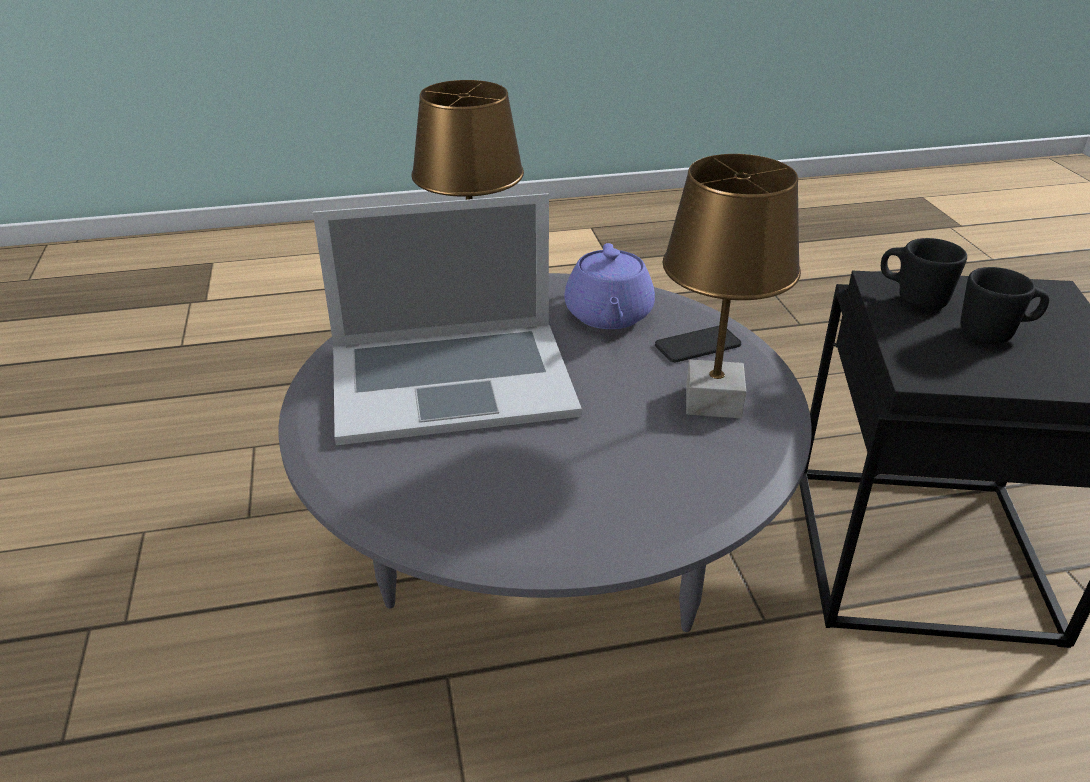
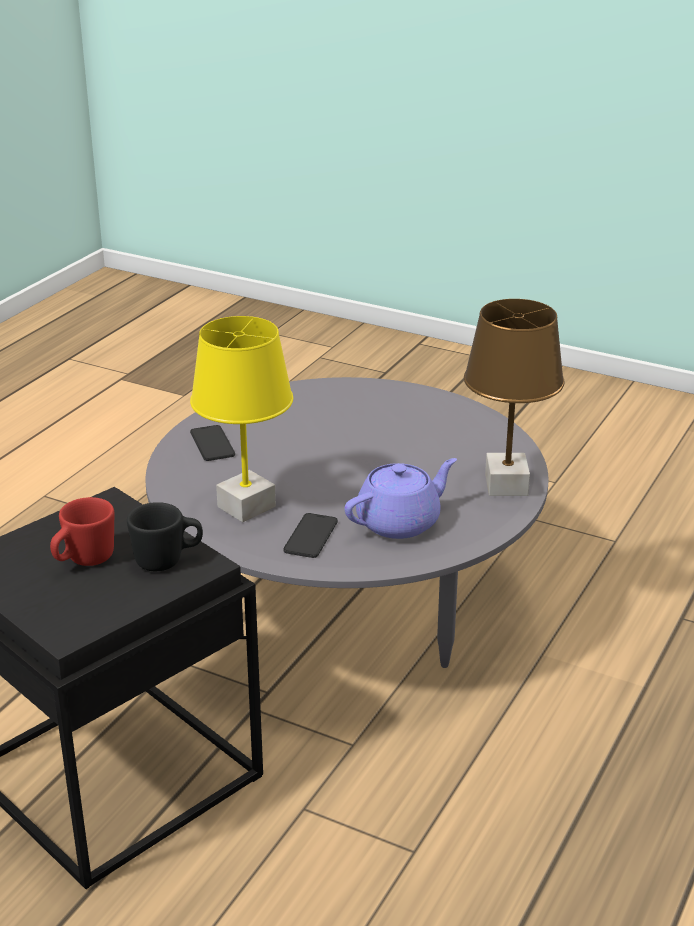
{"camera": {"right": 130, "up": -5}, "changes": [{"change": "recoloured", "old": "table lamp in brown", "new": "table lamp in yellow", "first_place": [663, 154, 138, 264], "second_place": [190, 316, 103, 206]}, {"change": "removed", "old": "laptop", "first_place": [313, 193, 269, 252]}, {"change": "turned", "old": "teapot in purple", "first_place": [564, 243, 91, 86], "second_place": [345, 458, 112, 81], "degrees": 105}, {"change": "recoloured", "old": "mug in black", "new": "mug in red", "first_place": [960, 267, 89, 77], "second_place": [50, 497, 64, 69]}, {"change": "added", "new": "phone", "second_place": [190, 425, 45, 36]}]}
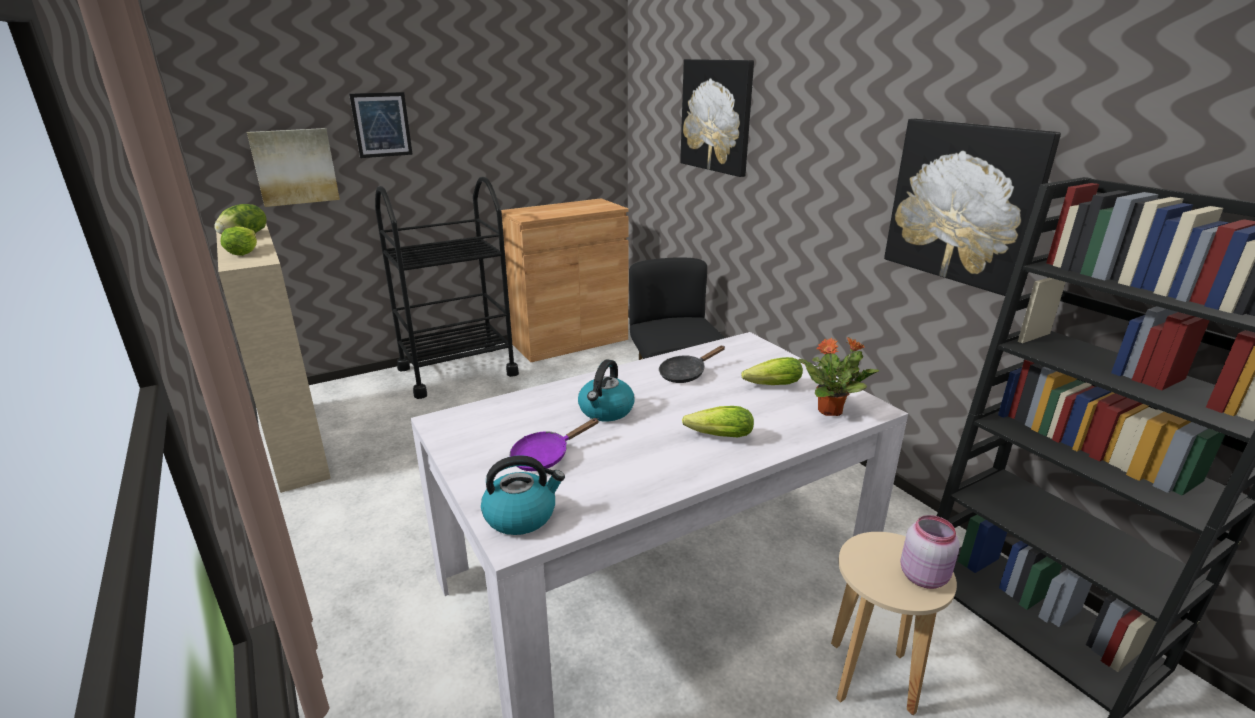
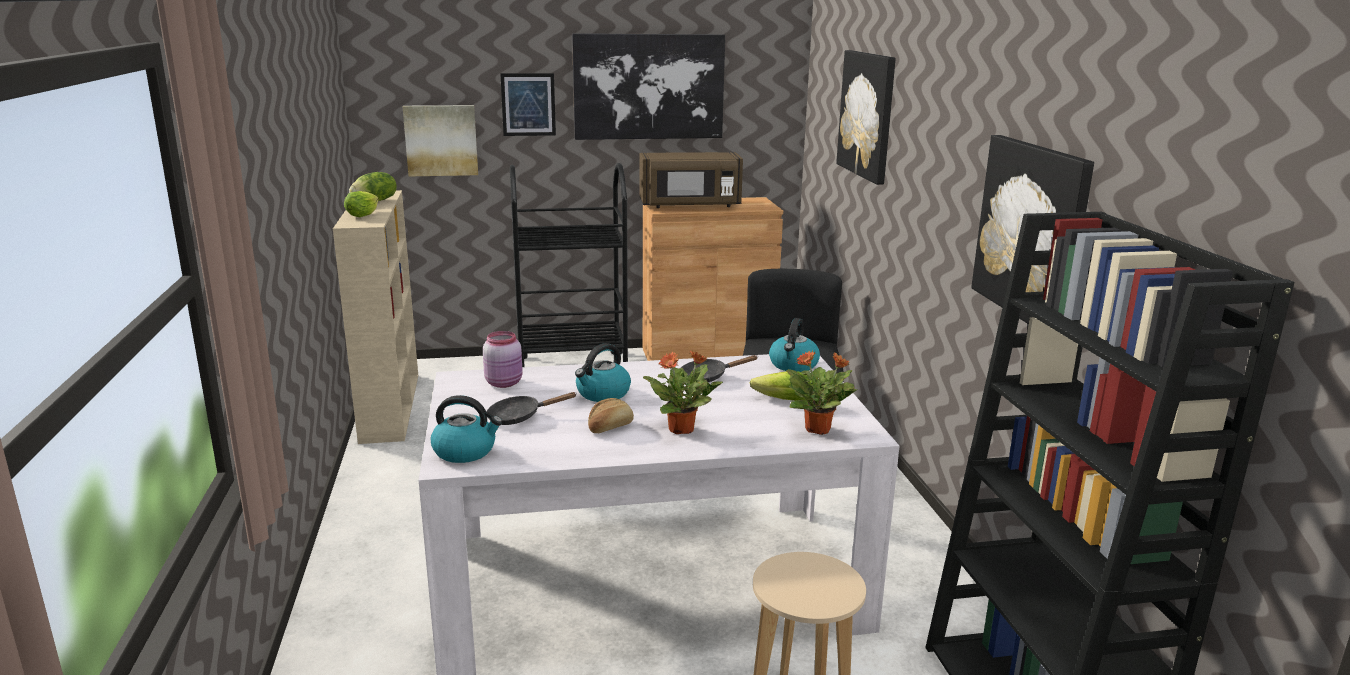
{"camera": {"right": 20, "up": -5}, "changes": [{"change": "replaced", "old": "lettuce", "new": "potted plant", "first_place": [682, 406, 72, 32], "second_place": [643, 350, 80, 84]}, {"change": "recoloured", "old": "frying pan in purple", "new": "frying pan in black", "first_place": [510, 418, 89, 53], "second_place": [486, 392, 90, 33]}, {"change": "moved", "old": "jar in pink", "first_place": [900, 515, 60, 74], "second_place": [483, 331, 40, 57]}, {"change": "added", "new": "picture", "second_place": [572, 33, 153, 107]}, {"change": "added", "new": "microwave in brown", "second_place": [640, 152, 103, 56]}, {"change": "added", "new": "kettle", "second_place": [769, 318, 51, 54]}, {"change": "added", "new": "bread", "second_place": [588, 398, 46, 35]}]}
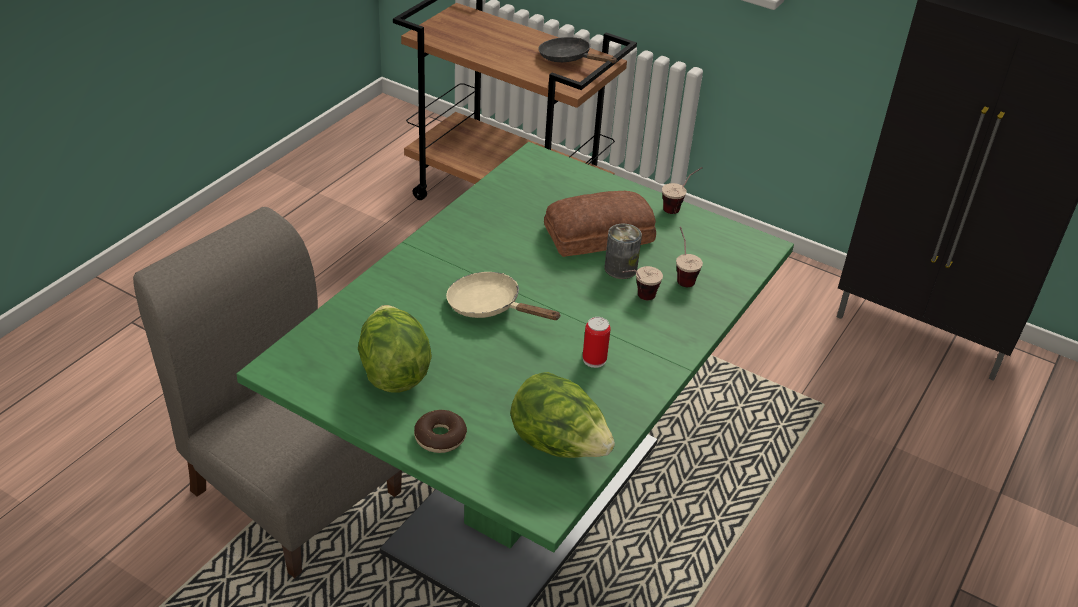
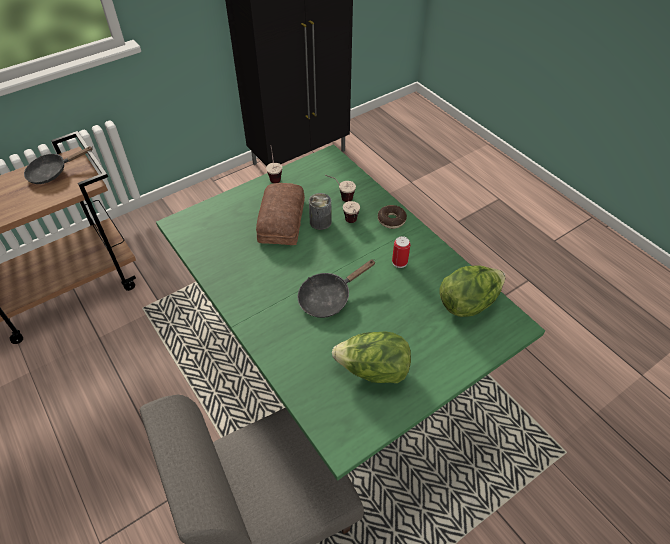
{"camera": {"right": -65, "up": 10}, "changes": [{"change": "recoloured", "old": "frying pan in beige", "new": "frying pan in black", "first_place": [446, 272, 115, 48], "second_place": [298, 259, 78, 59]}, {"change": "moved", "old": "donut", "first_place": [414, 410, 53, 43], "second_place": [378, 205, 29, 24]}]}
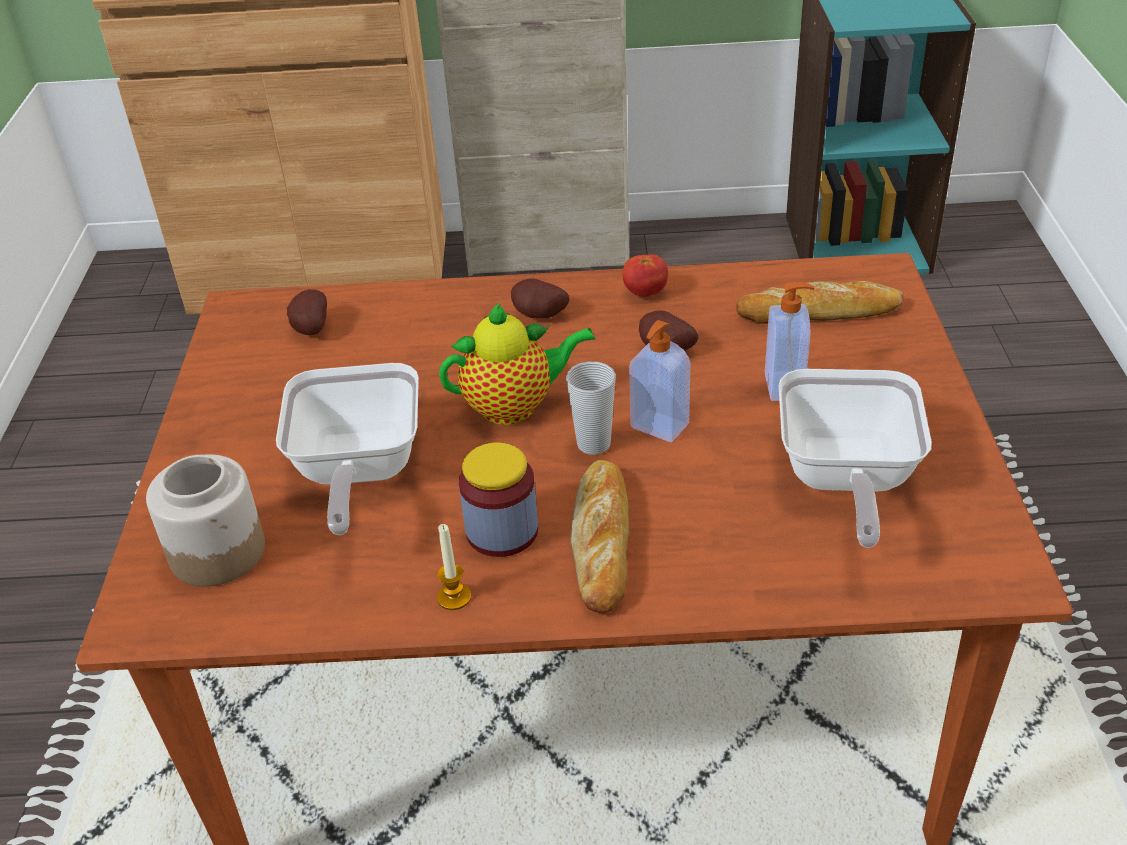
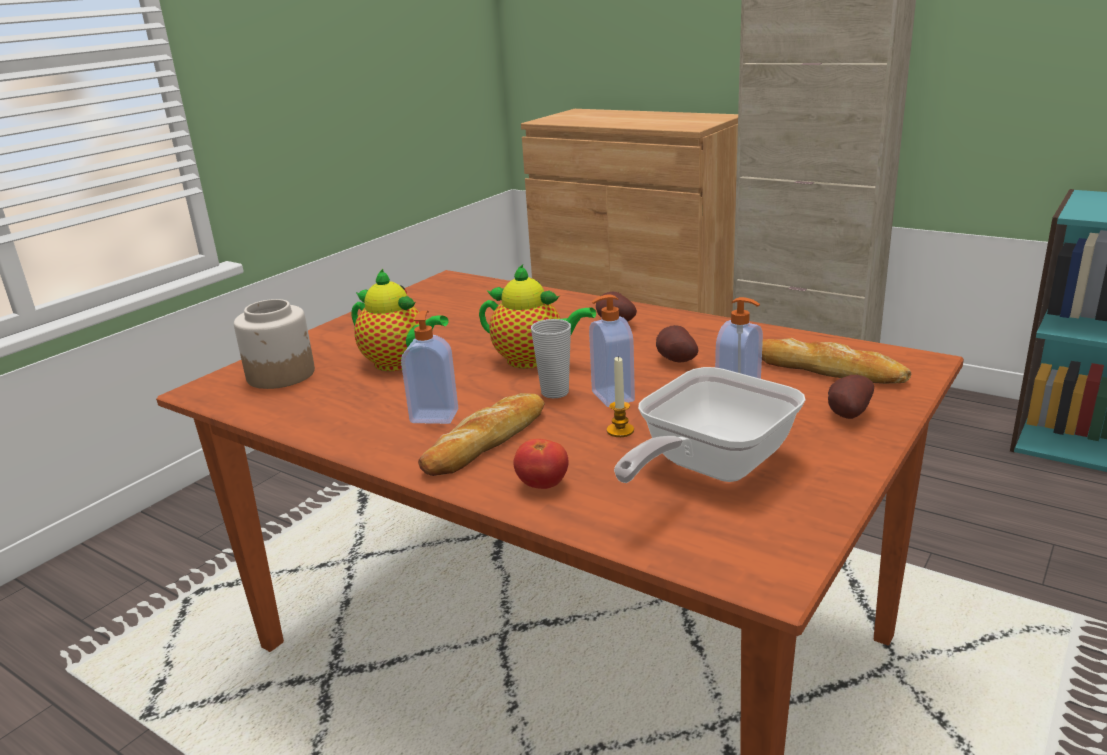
{"camera": {"right": 35, "up": -15}, "changes": [{"change": "moved", "old": "tomato", "first_place": [623, 254, 45, 43], "second_place": [514, 439, 55, 50]}, {"change": "moved", "old": "potato", "first_place": [287, 289, 40, 46], "second_place": [828, 375, 46, 44]}, {"change": "replaced", "old": "frying pan", "new": "teapot", "first_place": [276, 363, 143, 172], "second_place": [351, 269, 98, 102]}, {"change": "replaced", "old": "jar", "new": "soap dispenser", "first_place": [459, 442, 79, 115], "second_place": [401, 311, 57, 113]}, {"change": "moved", "old": "candle", "first_place": [437, 524, 34, 86], "second_place": [607, 356, 27, 81]}]}
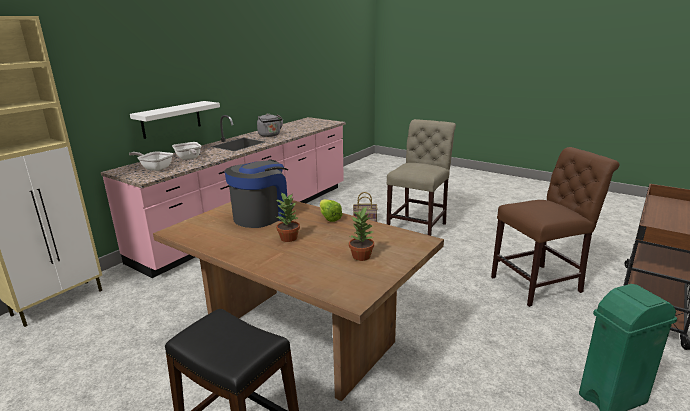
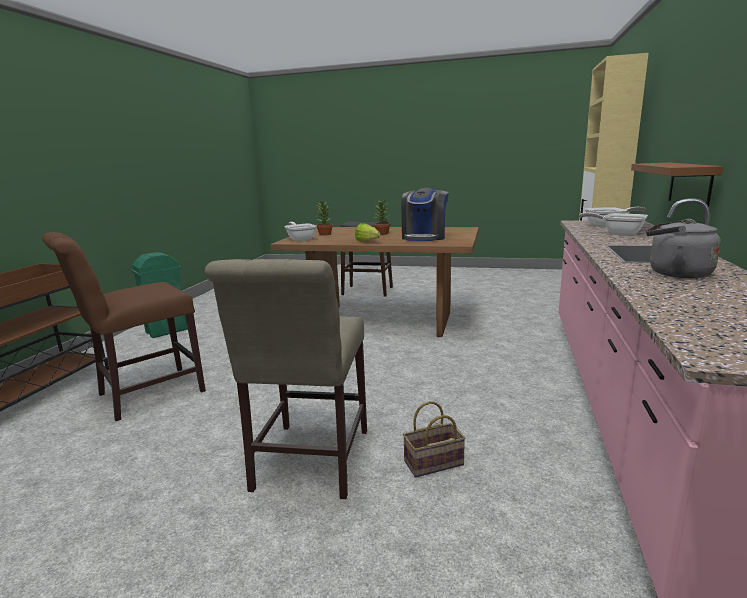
{"camera": {"right": 160, "up": -5}, "changes": [{"change": "recoloured", "old": "shelf in white", "new": "shelf in brown", "first_place": [130, 101, 90, 38], "second_place": [631, 163, 92, 44]}, {"change": "added", "new": "frying pan", "second_place": [284, 222, 33, 20]}]}
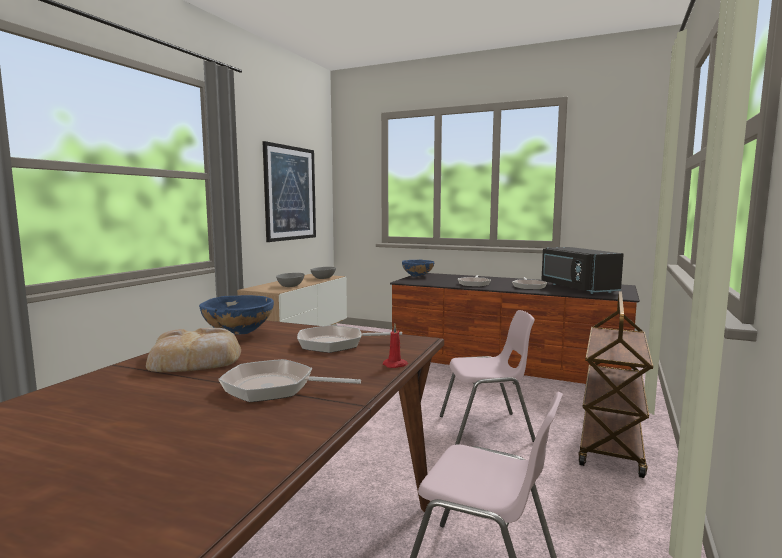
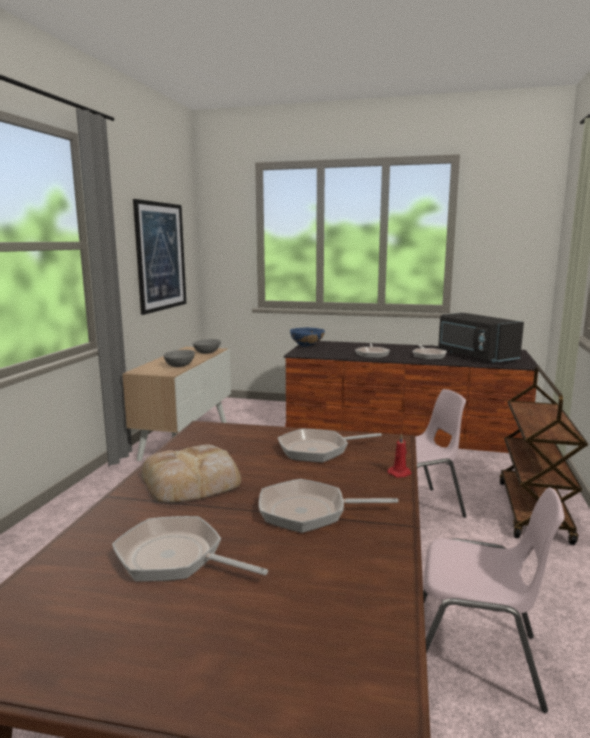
{"camera": {"right": -10, "up": 5}, "changes": [{"change": "removed", "old": "bowl in blue", "first_place": [199, 295, 75, 40]}, {"change": "added", "new": "frying pan", "second_place": [112, 516, 156, 66]}]}
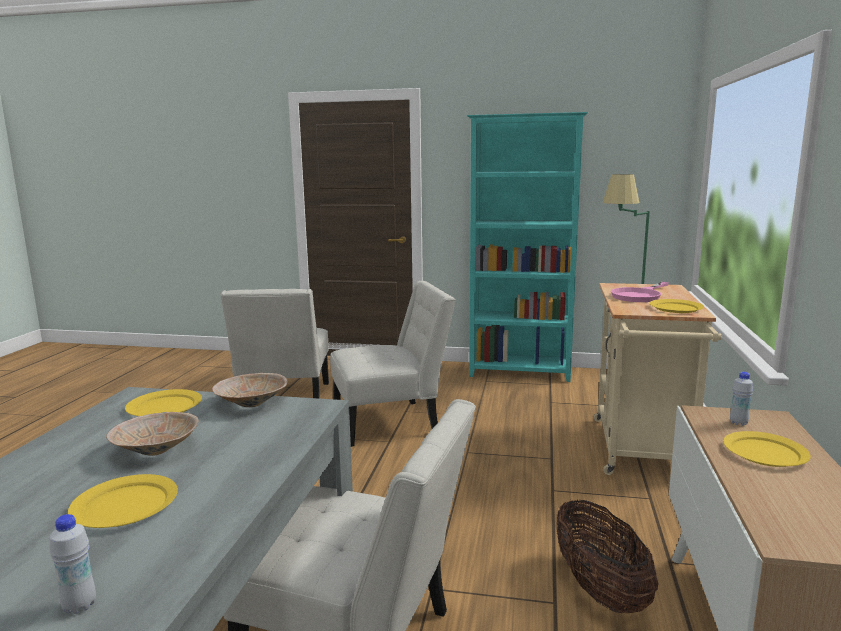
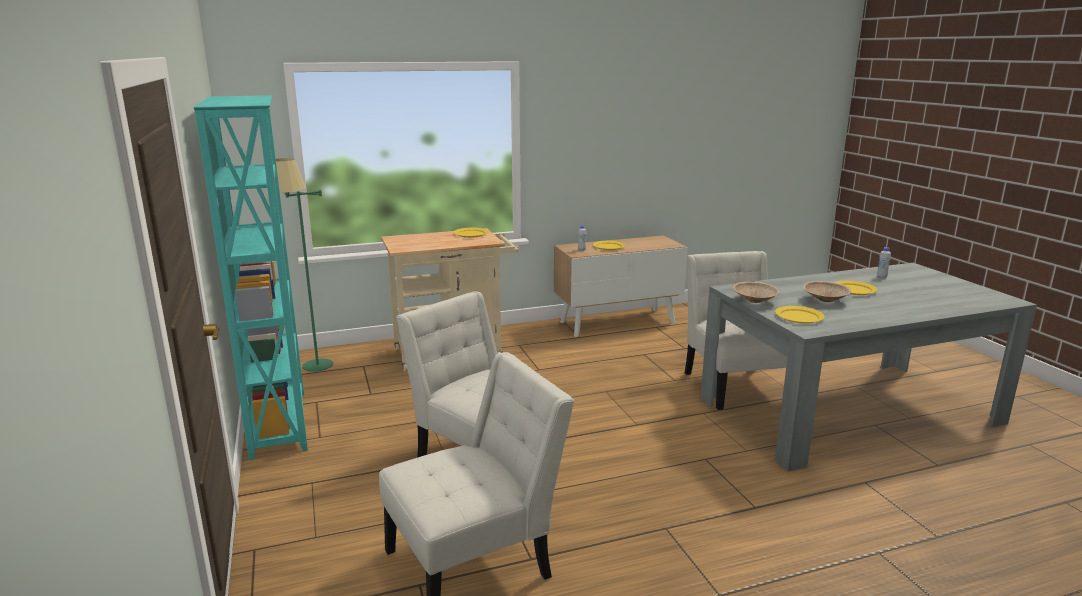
{"camera": {"right": -120, "up": 5}, "changes": [{"change": "removed", "old": "frying pan in pink", "first_place": [611, 282, 58, 20]}, {"change": "removed", "old": "basket", "first_place": [557, 499, 102, 114]}]}
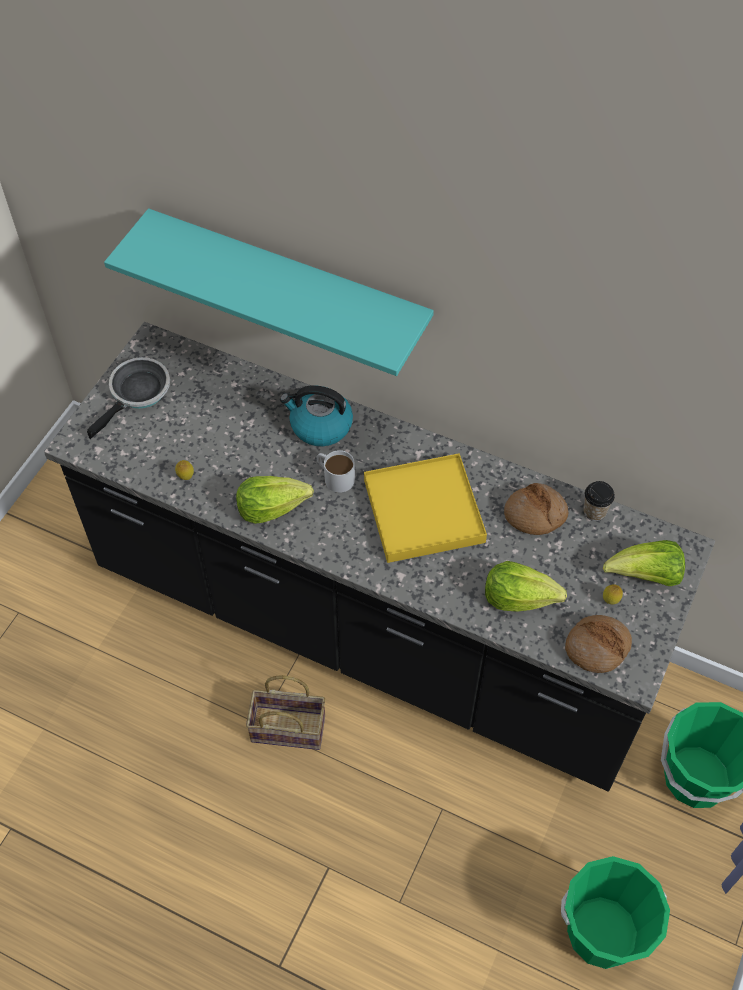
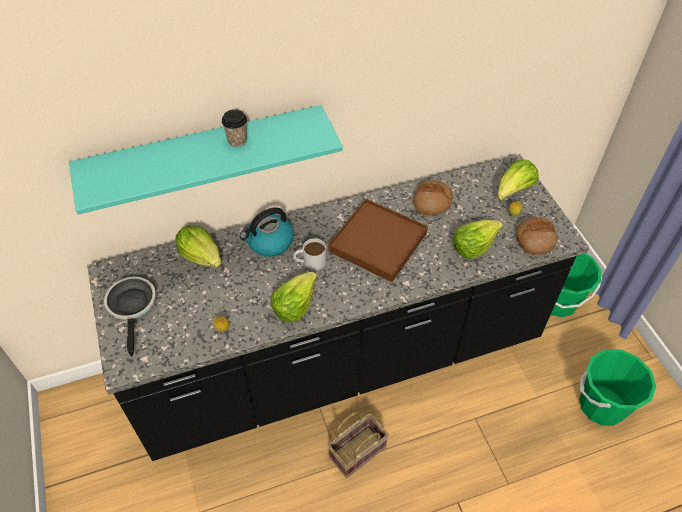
{"camera": {"right": -45, "up": -5}, "changes": [{"change": "recoloured", "old": "tray in yellow", "new": "tray in brown", "first_place": [364, 453, 123, 110], "second_place": [328, 199, 100, 83]}, {"change": "moved", "old": "cup", "first_place": [583, 481, 32, 40], "second_place": [222, 109, 25, 38]}, {"change": "added", "new": "lettuce", "second_place": [175, 225, 46, 42]}]}
